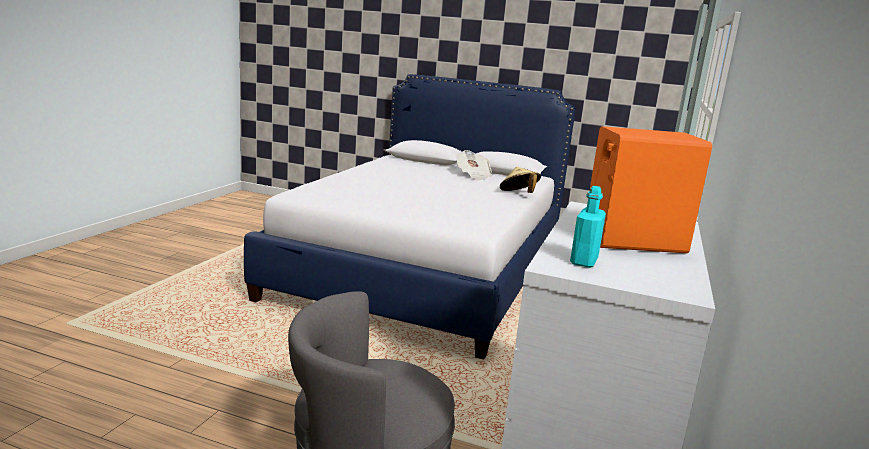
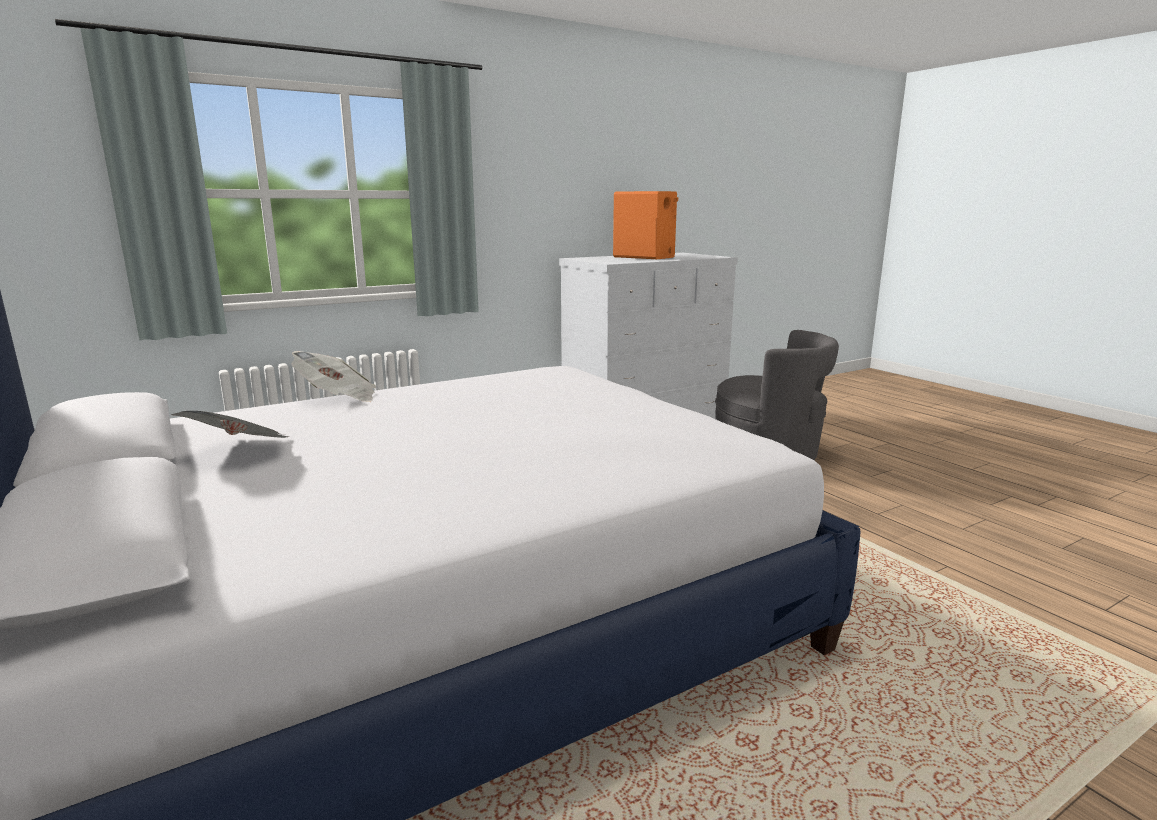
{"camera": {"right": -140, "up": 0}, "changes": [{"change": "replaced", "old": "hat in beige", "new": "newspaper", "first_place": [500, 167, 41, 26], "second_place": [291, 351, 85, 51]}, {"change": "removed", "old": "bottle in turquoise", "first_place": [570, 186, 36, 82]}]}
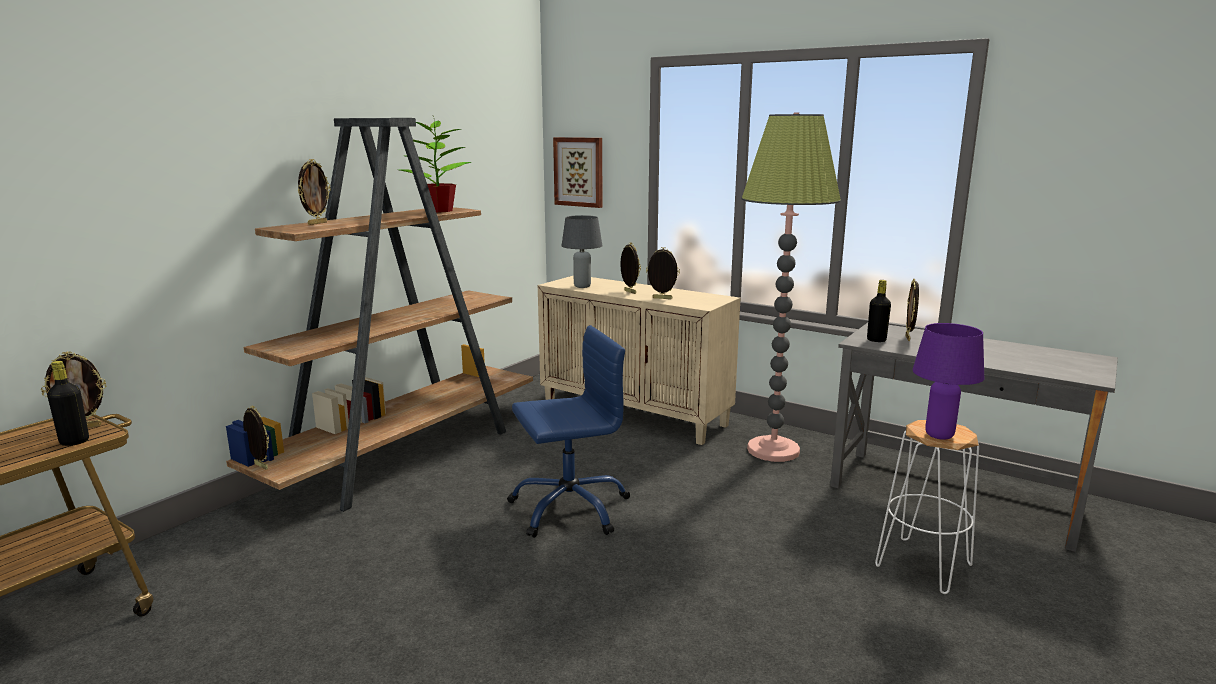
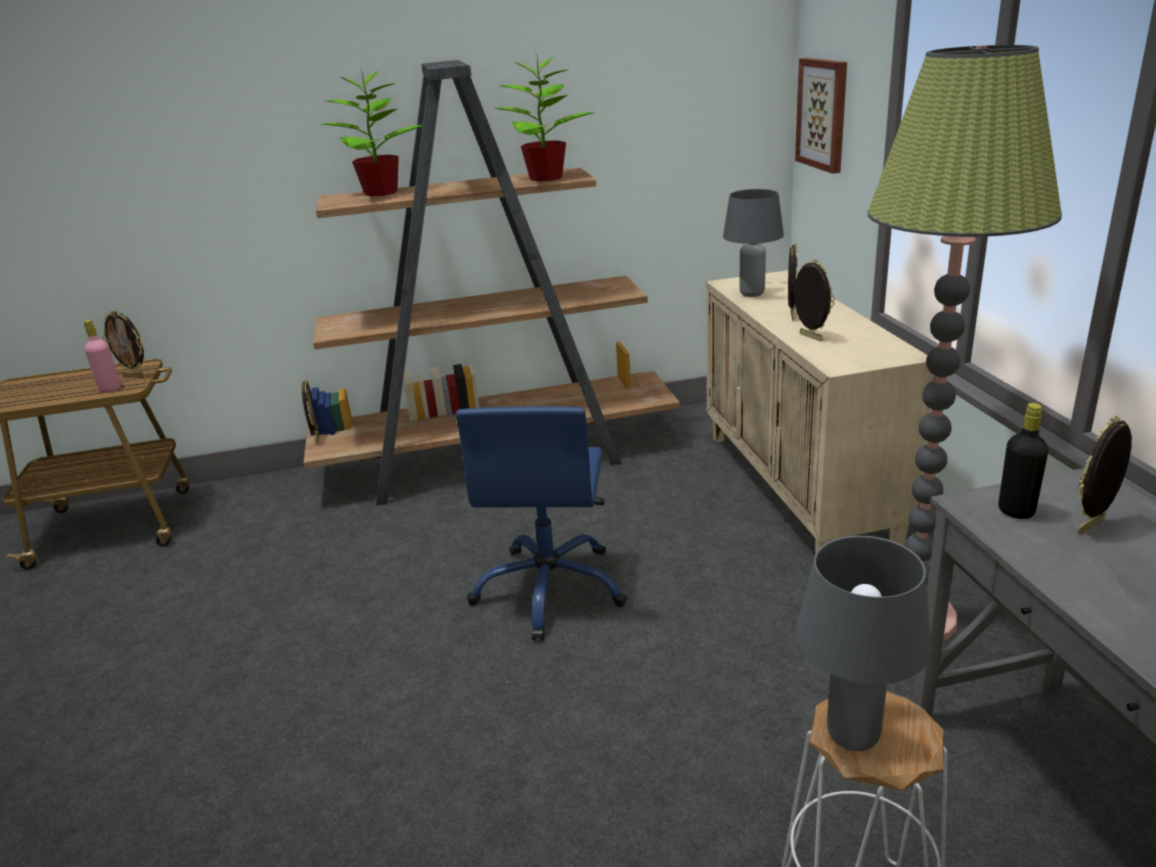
{"camera": {"right": 45, "up": 10}, "changes": [{"change": "replaced", "old": "picture frame", "new": "potted plant", "first_place": [298, 159, 33, 66], "second_place": [322, 66, 101, 131]}, {"change": "recoloured", "old": "table lamp in purple", "new": "table lamp in grey", "first_place": [913, 323, 71, 117], "second_place": [796, 536, 135, 215]}, {"change": "turned", "old": "office chair in blue", "first_place": [507, 325, 123, 213], "second_place": [455, 406, 172, 234], "degrees": 75}, {"change": "recoloured", "old": "bottle in black", "new": "bottle in pink", "first_place": [47, 361, 42, 85], "second_place": [84, 320, 37, 73]}]}
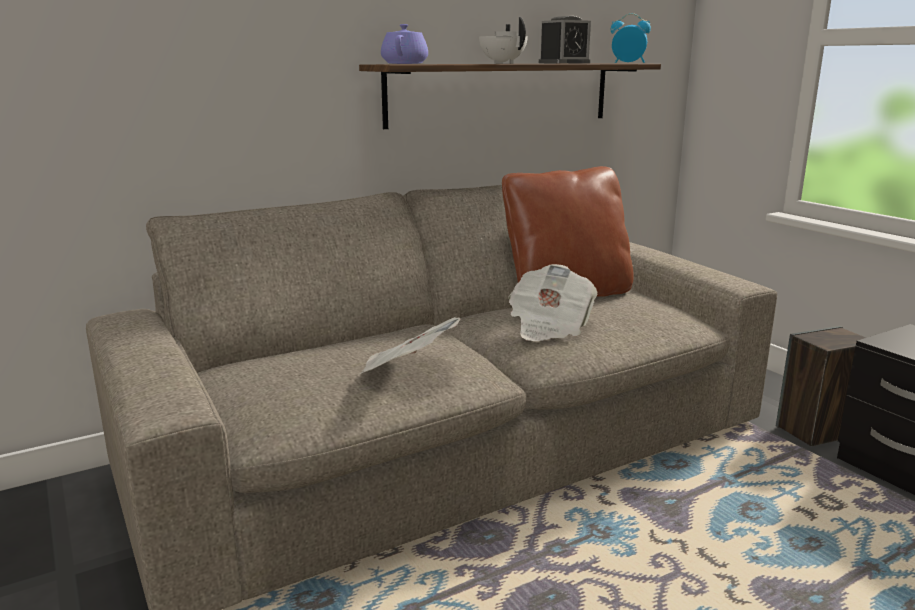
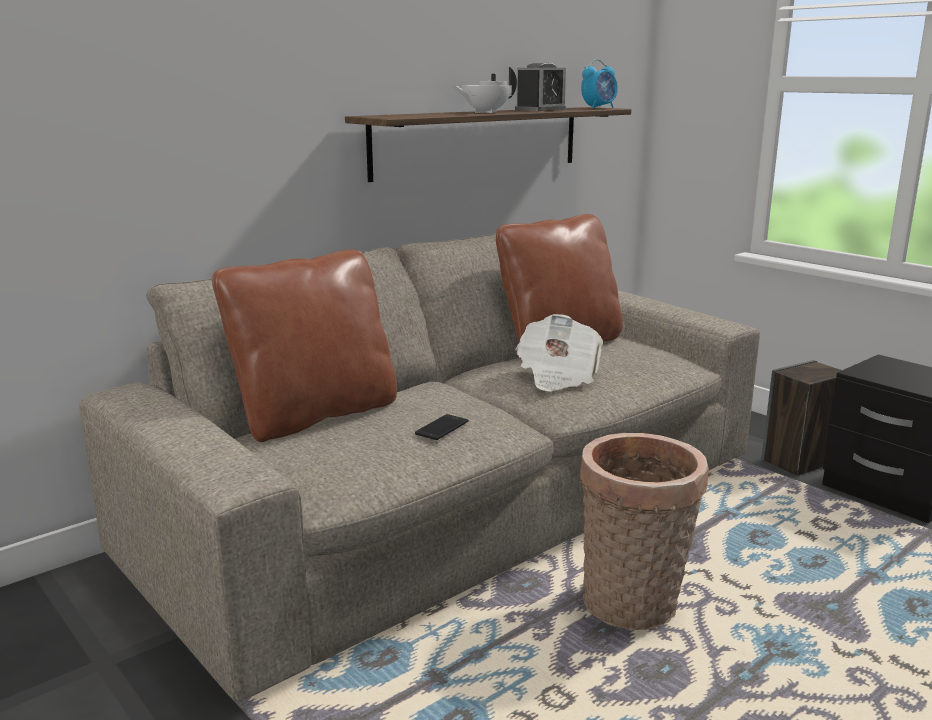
{"camera": {"right": -10, "up": 0}, "changes": [{"change": "turned", "old": "alarm clock", "first_place": [611, 13, 40, 50], "second_place": [581, 59, 37, 50], "degrees": 135}, {"change": "turned", "old": "teapot in white", "first_place": [479, 17, 49, 47], "second_place": [453, 67, 64, 46], "degrees": -75}, {"change": "removed", "old": "teapot in purple", "first_place": [381, 24, 47, 40]}, {"change": "replaced", "old": "newspaper", "new": "phone", "first_place": [358, 316, 102, 59], "second_place": [415, 414, 53, 26]}, {"change": "added", "new": "pillow in brown", "second_place": [212, 250, 185, 192]}, {"change": "added", "new": "basket", "second_place": [580, 433, 129, 197]}]}
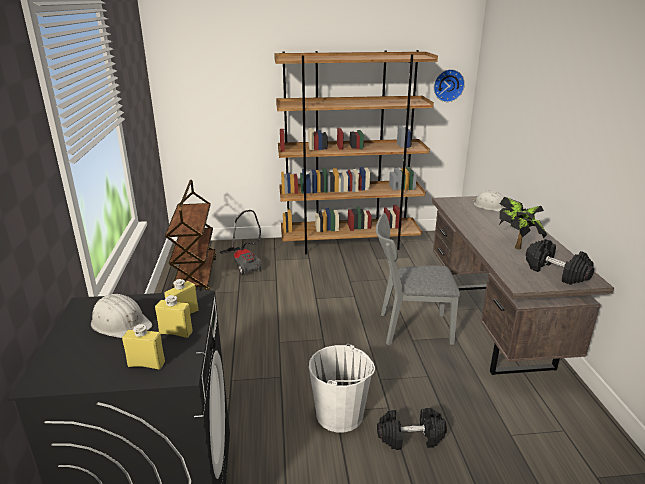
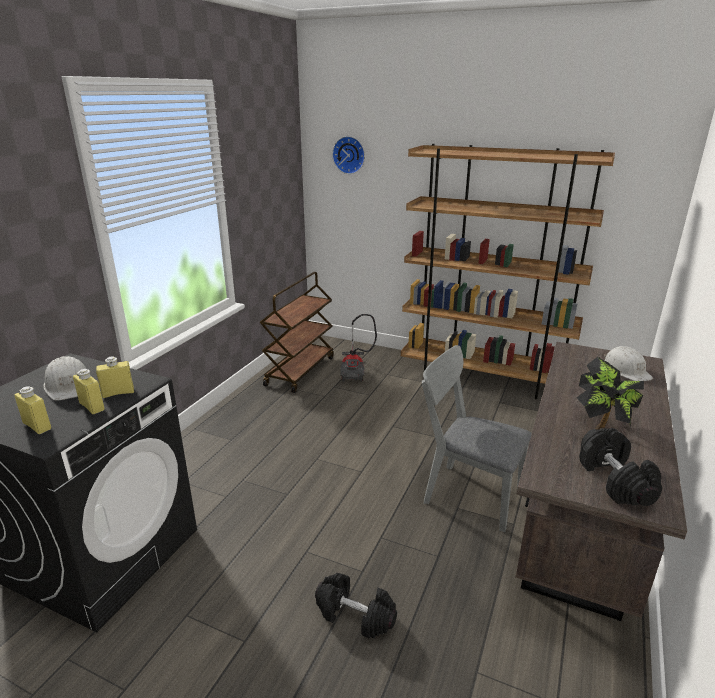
{"camera": {"right": 30, "up": 0}, "changes": [{"change": "moved", "old": "wall clock", "first_place": [434, 69, 31, 33], "second_place": [332, 136, 33, 38]}, {"change": "removed", "old": "bucket in white", "first_place": [309, 344, 66, 89]}]}
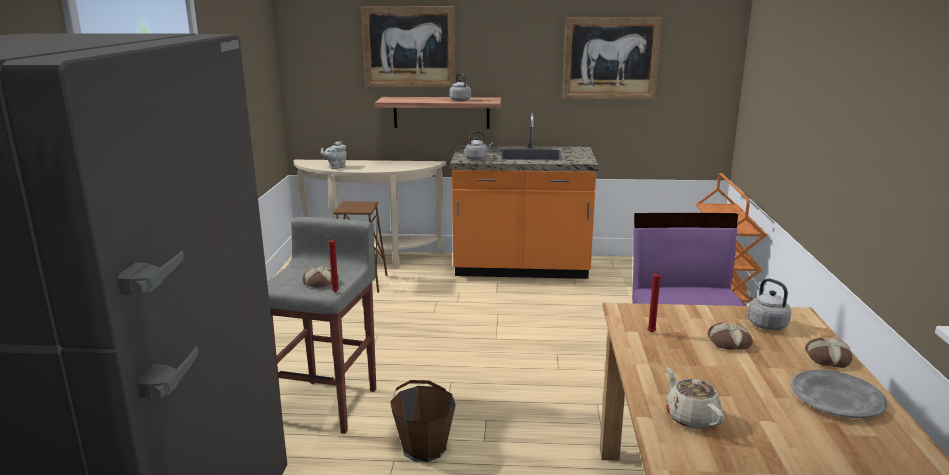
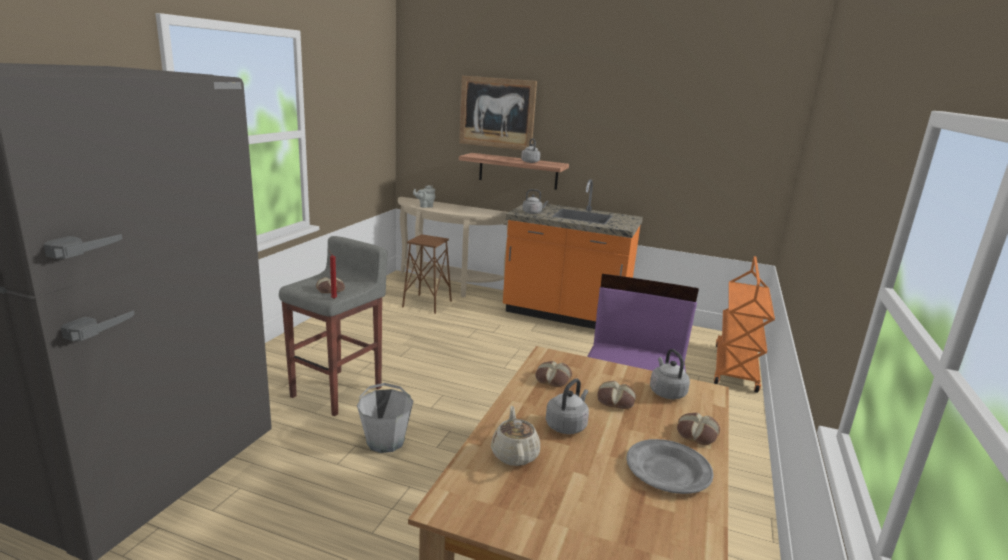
{"camera": {"right": 15, "up": 0}, "changes": [{"change": "removed", "old": "picture", "first_place": [563, 18, 99, 82]}, {"change": "replaced", "old": "candle in red", "new": "bread", "first_place": [648, 271, 13, 62], "second_place": [535, 361, 37, 26]}, {"change": "recoloured", "old": "bucket in brown", "new": "bucket in grey", "first_place": [390, 380, 66, 82], "second_place": [357, 383, 57, 70]}, {"change": "added", "new": "kettle in grey", "second_place": [546, 378, 43, 56]}]}
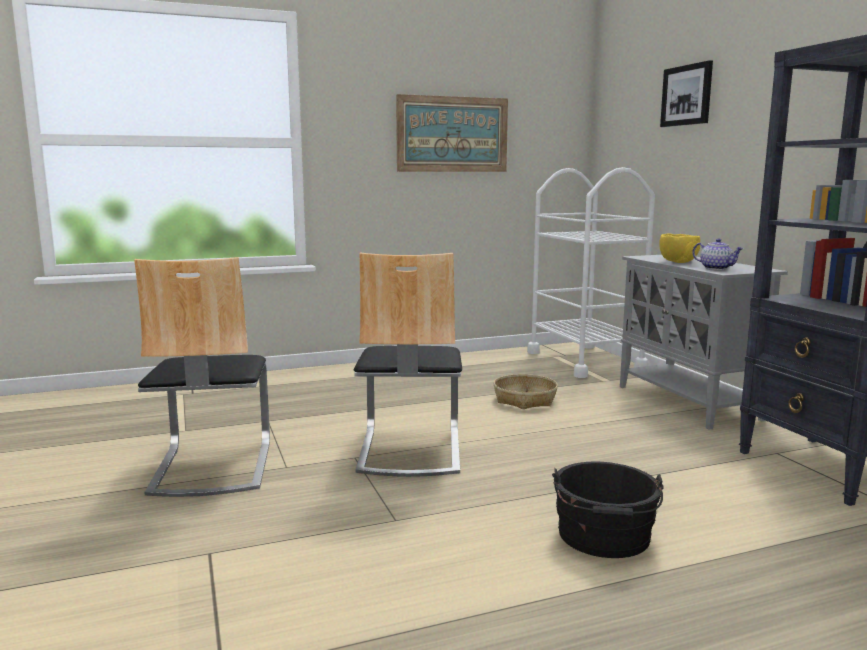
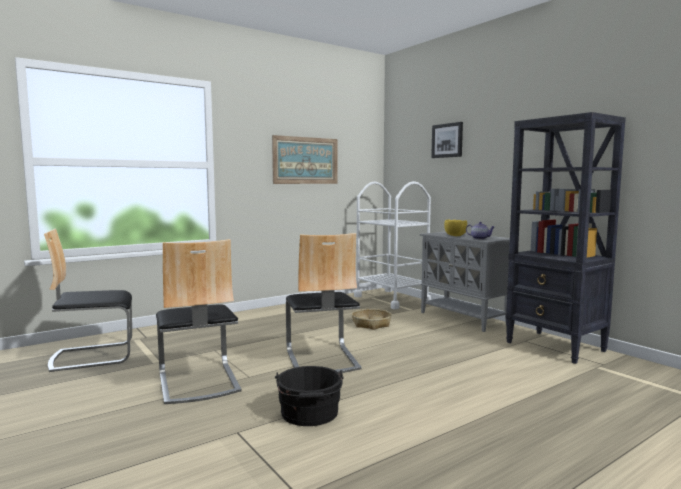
{"camera": {"right": -15, "up": -5}, "changes": [{"change": "moved", "old": "bucket in black", "first_place": [552, 461, 112, 97], "second_place": [275, 366, 69, 60]}, {"change": "added", "new": "chair", "second_place": [44, 229, 88, 143]}]}
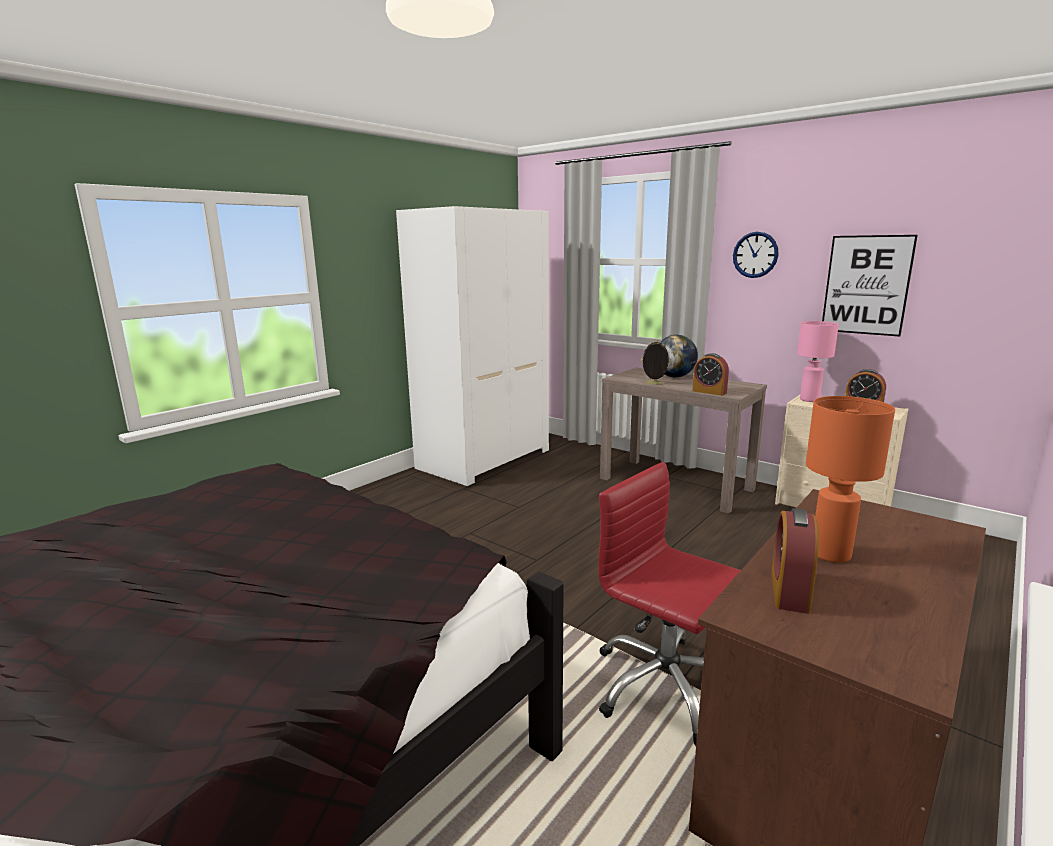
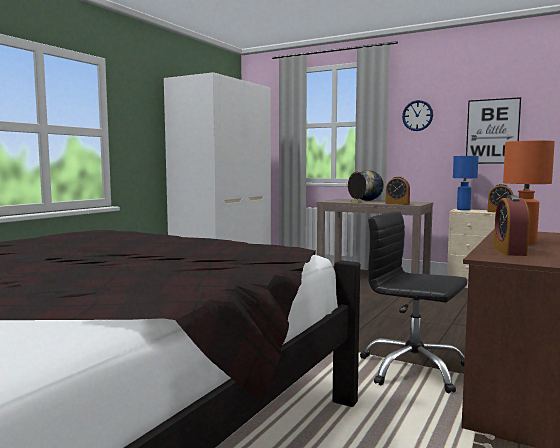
{"camera": {"right": -10, "up": -10}, "changes": [{"change": "recoloured", "old": "table lamp in pink", "new": "table lamp in blue", "first_place": [797, 321, 42, 81], "second_place": [453, 156, 25, 54]}, {"change": "recoloured", "old": "office chair in red", "new": "office chair in black", "first_place": [599, 462, 142, 284], "second_place": [360, 211, 107, 182]}]}
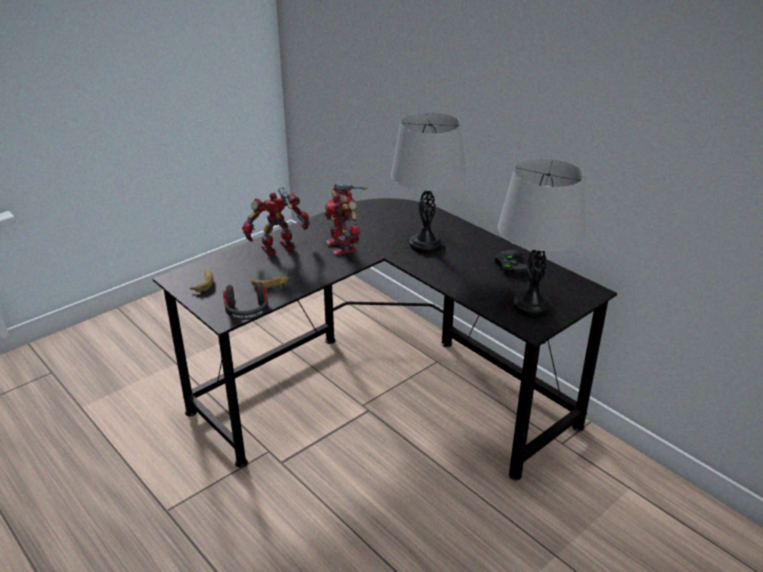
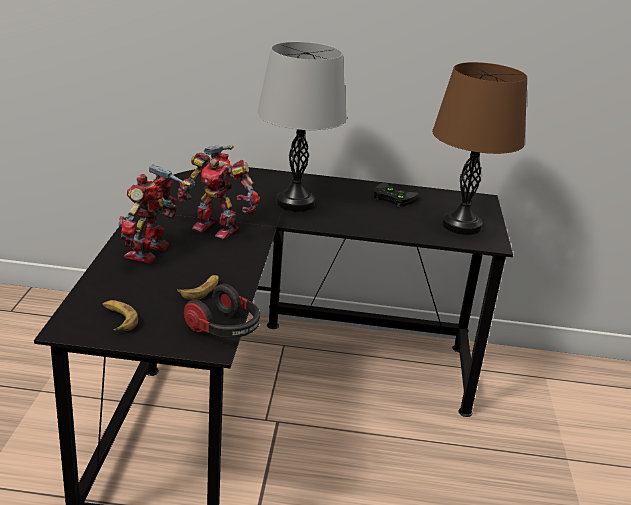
{"camera": {"right": -45, "up": -5}, "changes": [{"change": "recoloured", "old": "table lamp in grey", "new": "table lamp in brown", "first_place": [498, 158, 88, 159], "second_place": [432, 62, 95, 173]}]}
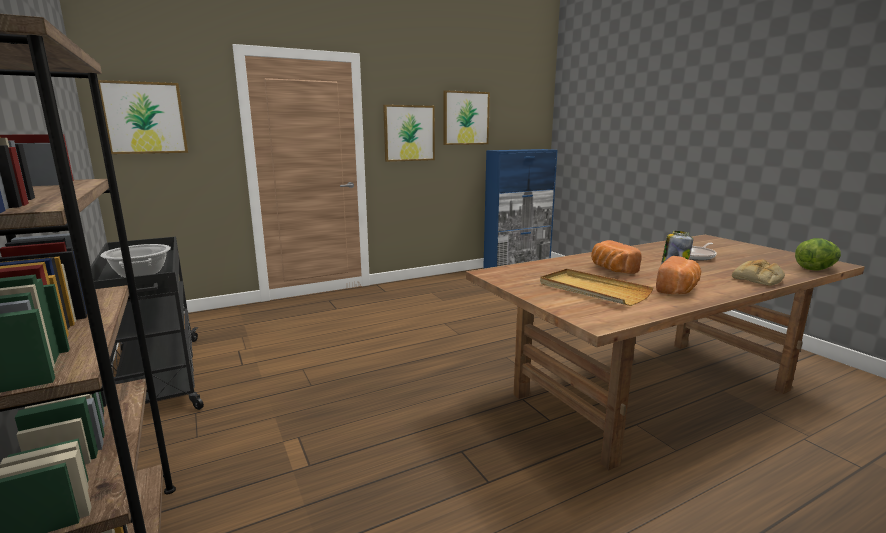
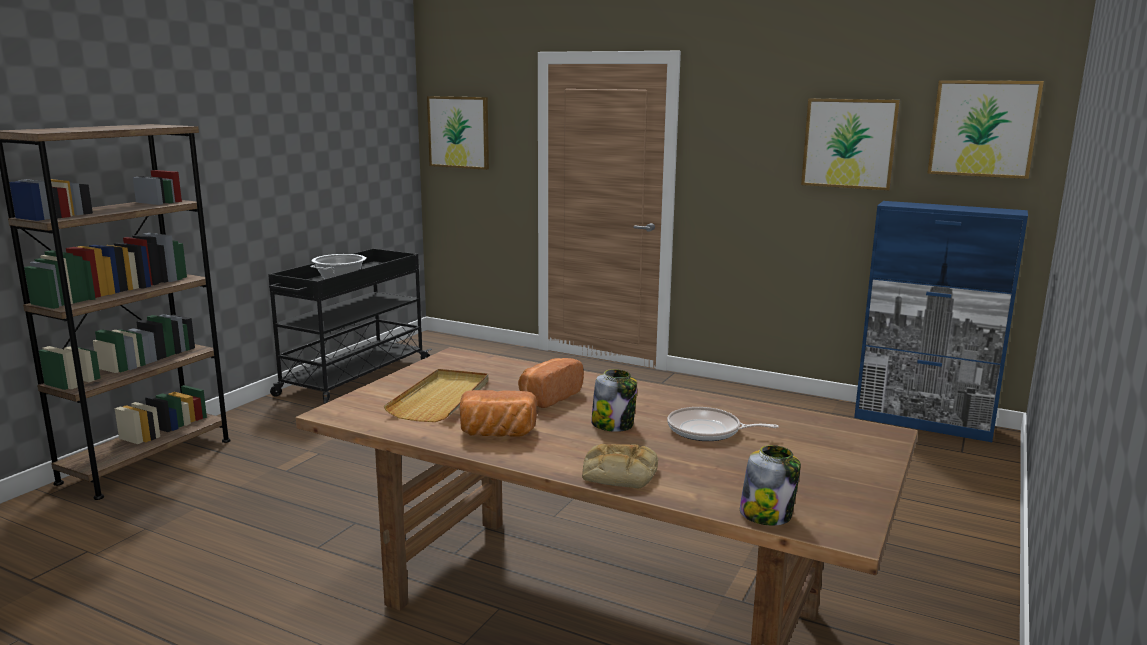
{"camera": {"right": 55, "up": 0}, "changes": [{"change": "moved", "old": "picture", "first_place": [383, 105, 52, 57], "second_place": [927, 80, 117, 99]}, {"change": "replaced", "old": "lettuce", "new": "jar", "first_place": [795, 238, 46, 33], "second_place": [740, 445, 61, 81]}]}
